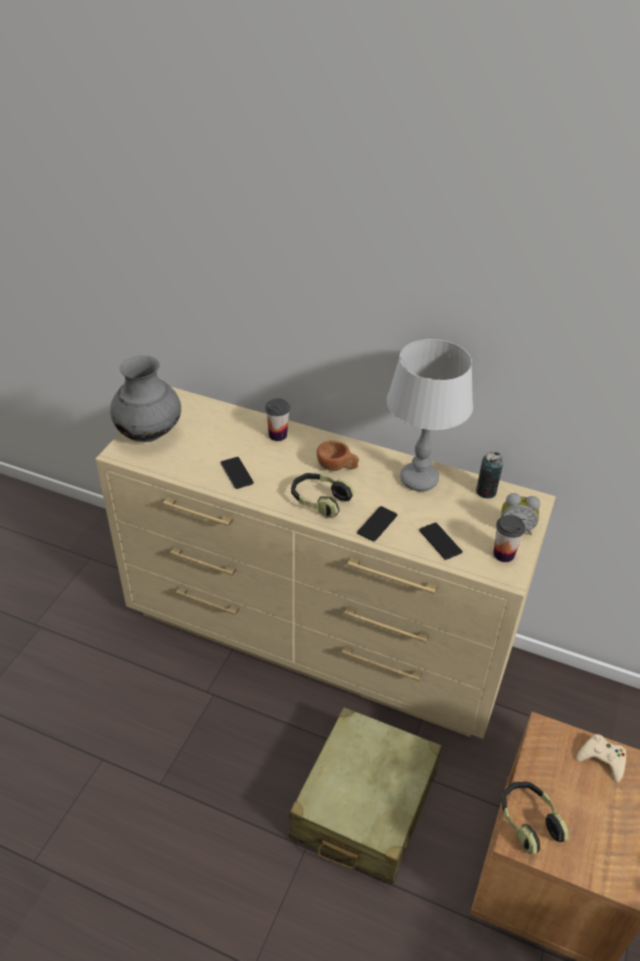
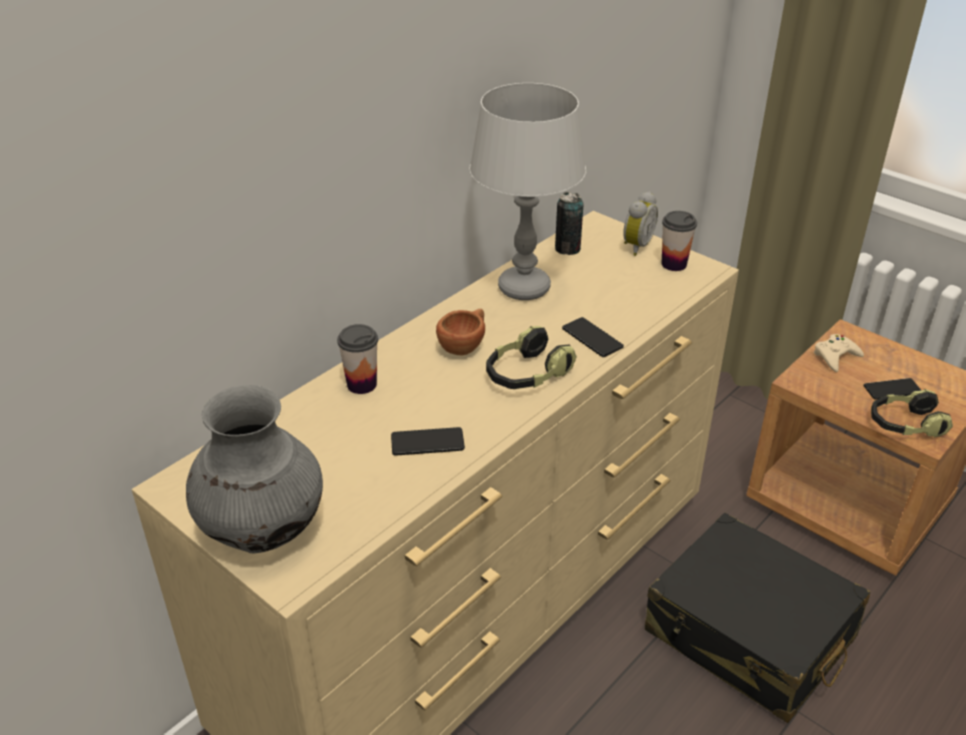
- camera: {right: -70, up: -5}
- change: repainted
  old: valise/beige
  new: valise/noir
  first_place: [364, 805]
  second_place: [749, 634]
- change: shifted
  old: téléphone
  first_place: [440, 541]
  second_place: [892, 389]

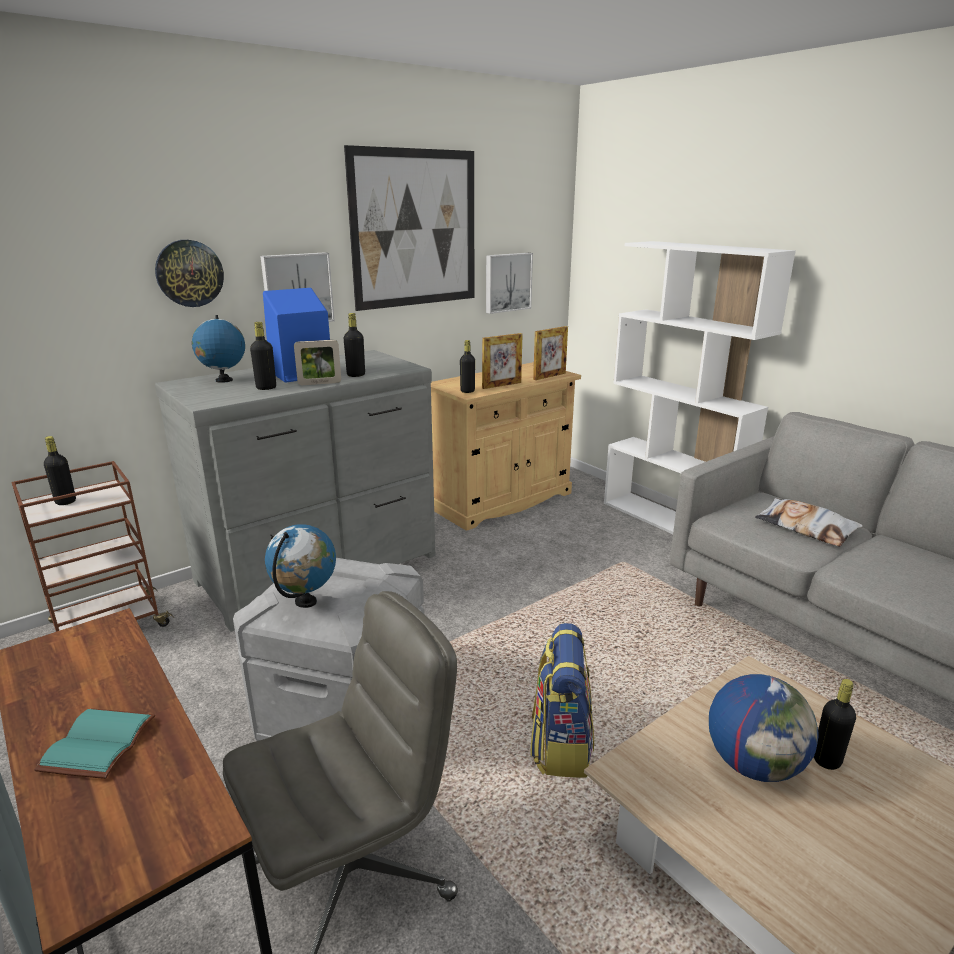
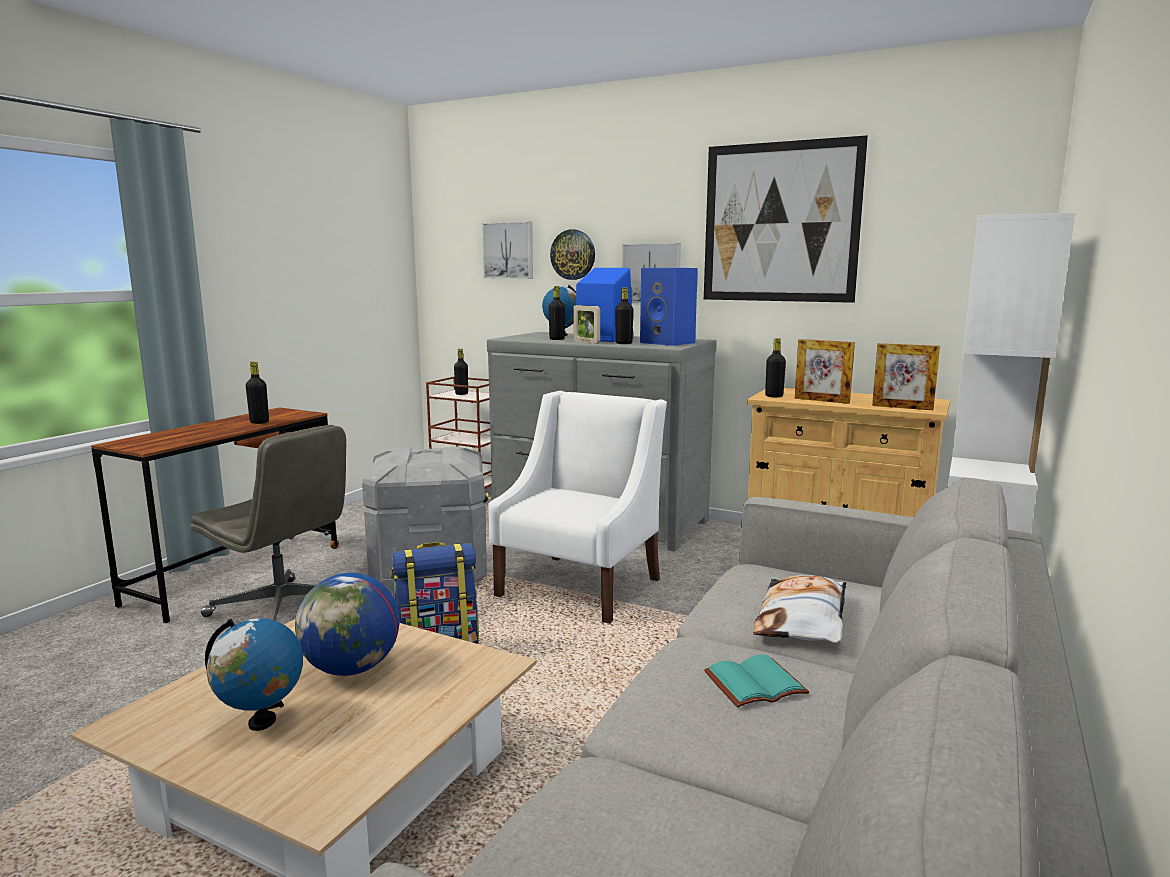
- camera: {right: 65, up: -10}
- change: shifted
  old: globe
  first_place: [306, 602]
  second_place: [261, 722]
- change: shifted
  old: bouteille/noir
  first_place: [827, 760]
  second_place: [259, 422]
- change: shifted
  old: tableau
  first_place: [507, 282]
  second_place: [509, 250]
- change: new
  new: fauteuil/blanc
  second_place: [581, 587]
- change: new
  new: enceinte/bleu
  second_place: [669, 343]
- change: shifted
  old: livre/turquoise
  first_place: [97, 743]
  second_place: [755, 682]

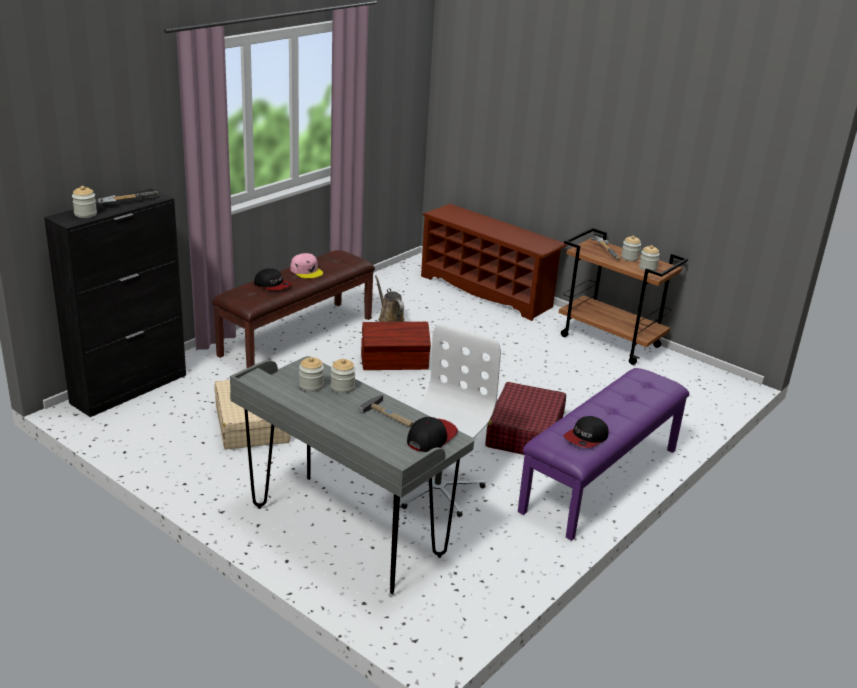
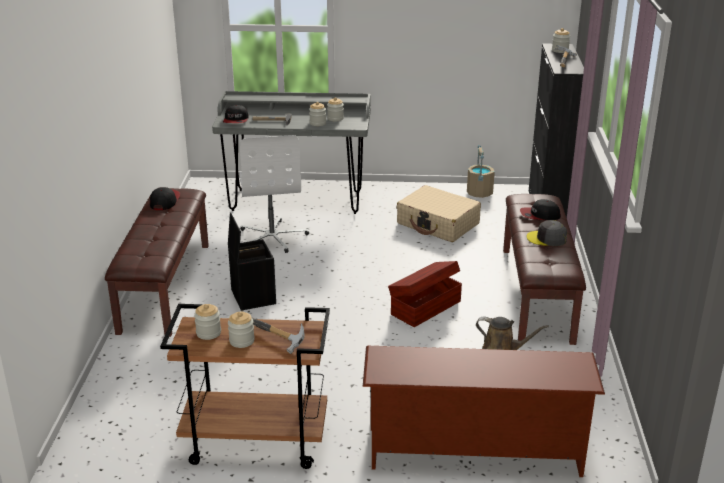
- camera: {right: 145, up: 0}
- change: repainted
  old: banc/violet
  new: banc/marron
  first_place: [601, 480]
  second_place: [164, 286]
- change: swapped
  old: valise/rouge
  new: boîte de rangement/noir
  first_place: [524, 432]
  second_place: [252, 296]
- change: new
  new: seau/beige
  second_place: [479, 193]
- change: repainted
  old: casquette/rose
  new: casquette/gris
  first_place: [306, 271]
  second_place: [547, 239]

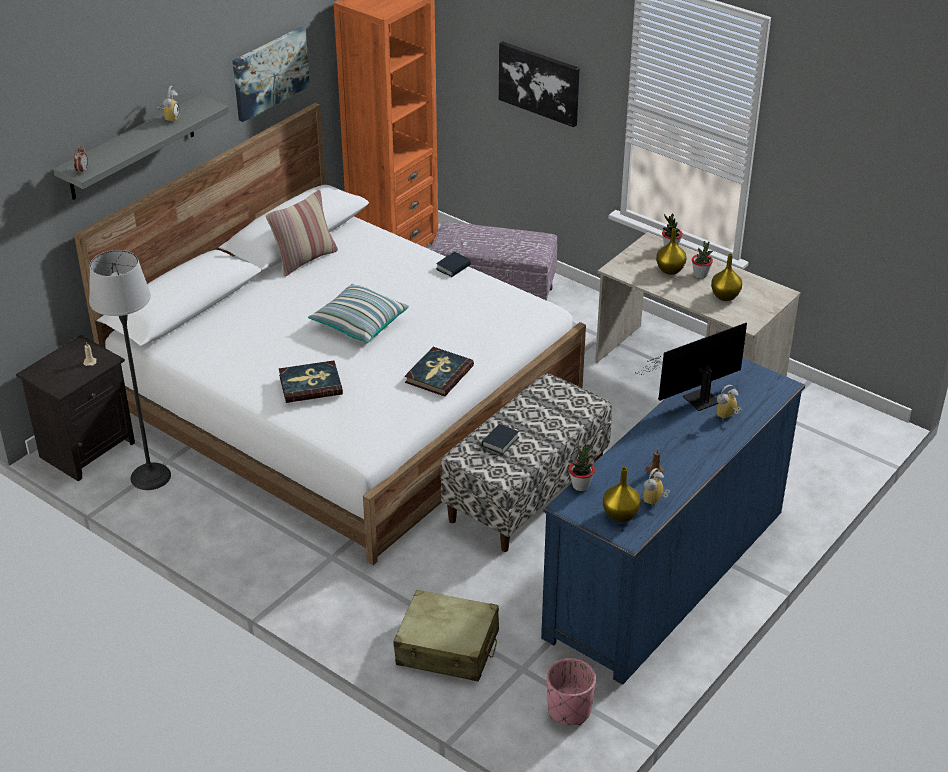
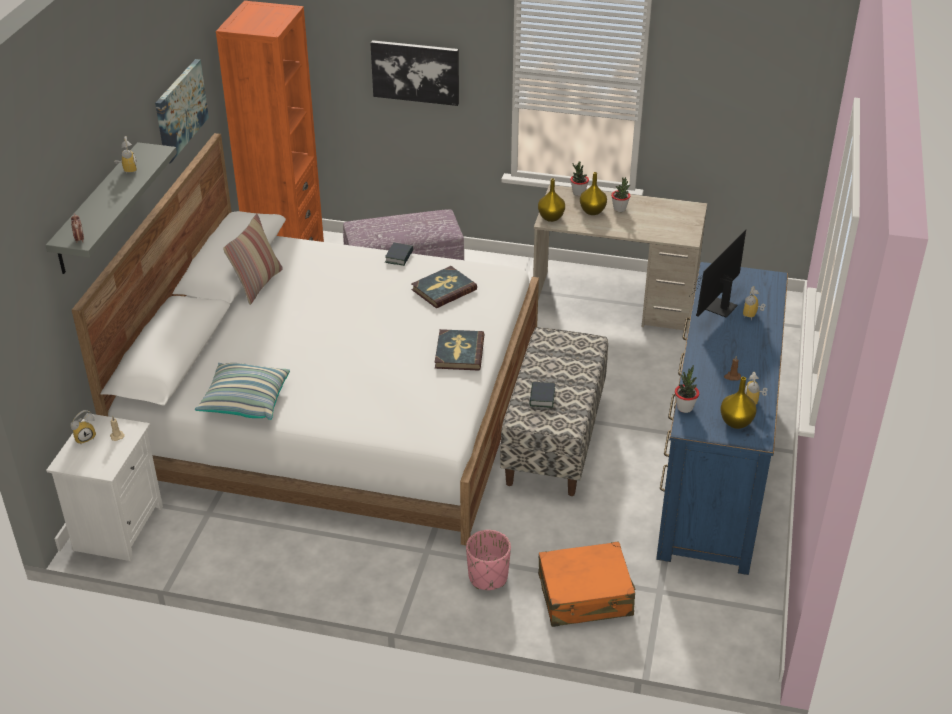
- camera: {right: -25, up: 0}
- change: repainted
  old: table de chevet/noir
  new: table de chevet/blanc
  first_place: [87, 448]
  second_place: [117, 527]
- change: new
  new: réveil
  second_place: [85, 437]
- change: shifted
  old: coussin
  first_place: [359, 324]
  second_place: [245, 402]
- change: shifted
  old: livre
  first_place: [310, 384]
  second_place: [443, 289]
- change: shifted
  old: cache-pot/rose
  first_place: [569, 710]
  second_place: [488, 576]
- change: shifted
  old: vase/jaune
  first_place: [724, 296]
  second_place: [550, 217]
- change: repainted
  old: valise/beige
  new: valise/orange
  first_place: [447, 648]
  second_place: [585, 596]
- change: gone
  old: lampadaire
  first_place: [151, 476]

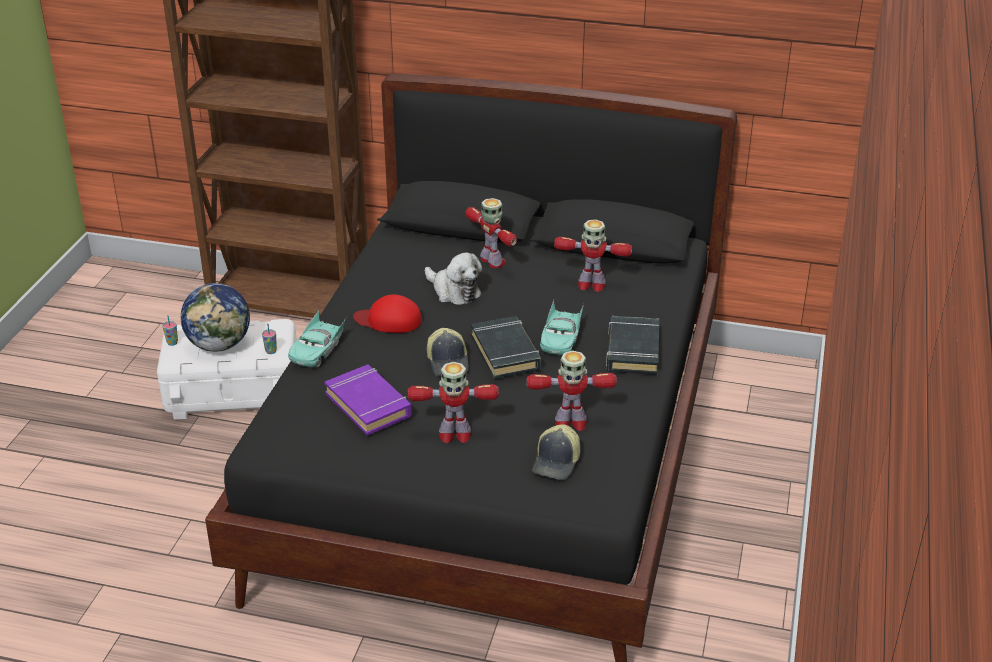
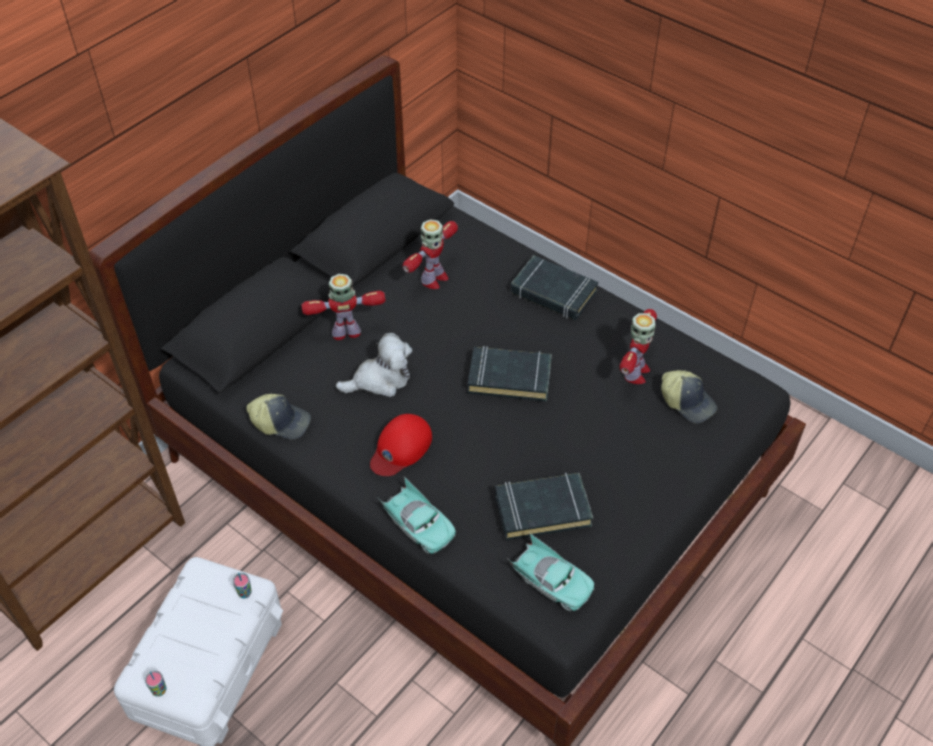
- camera: {right: -65, up: 15}
- change: shifted
  old: casquette
  first_place: [448, 361]
  second_place: [281, 422]
- change: repainted
  old: livre/violet
  new: livre/noir
  first_place: [369, 405]
  second_place: [542, 509]
- change: shifted
  old: petite voiture/turquoise
  first_place: [561, 338]
  second_place: [551, 581]
- change: gone
  old: globe
  first_place: [220, 345]
- change: gone
  old: robot jouet
  first_place: [454, 434]

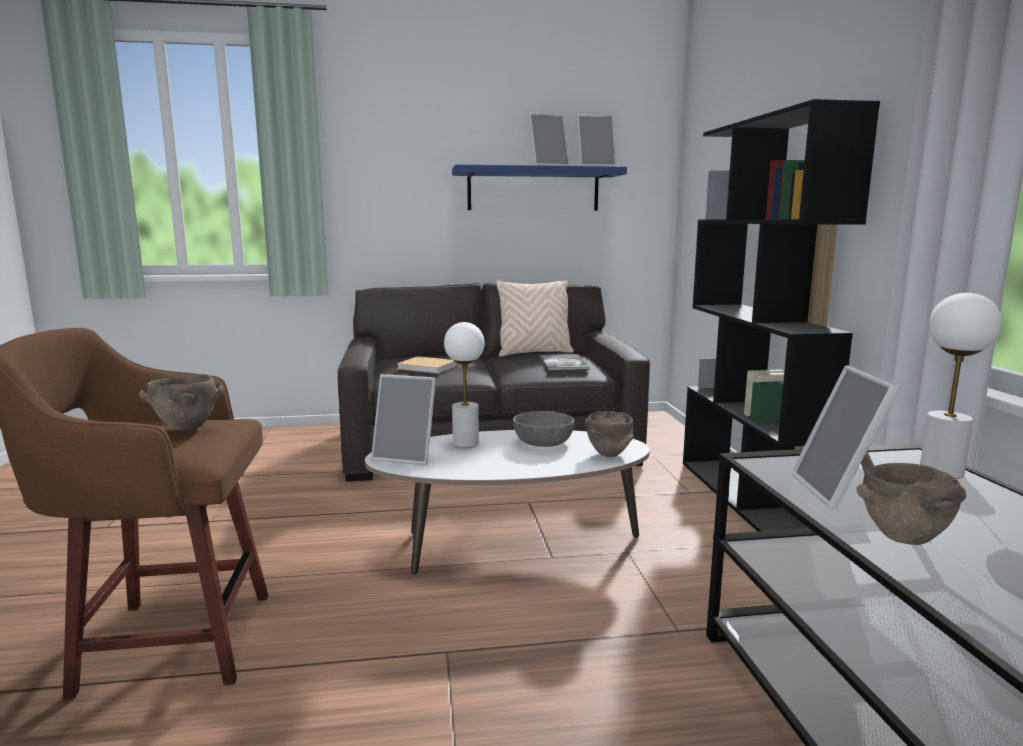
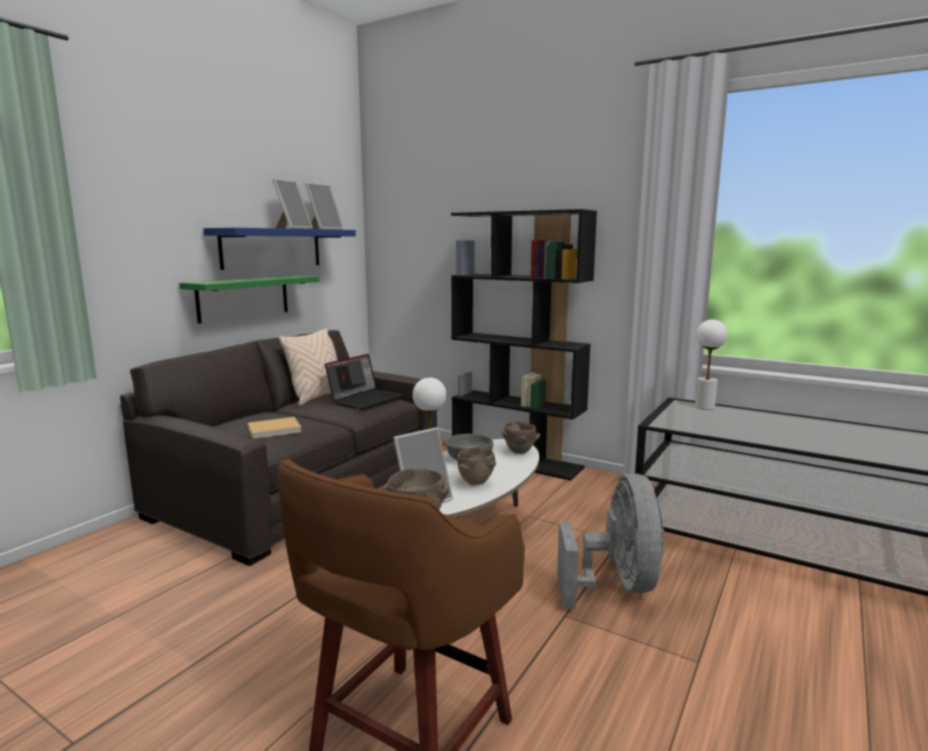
- camera: {right: -50, up: 0}
- change: new
  new: étagère/vert
  second_place: [244, 298]
- change: swapped
  old: livre
  new: ordinateur portable
  first_place: [563, 363]
  second_place: [366, 399]
- change: shifted
  old: bol/marron
  first_place: [904, 539]
  second_place: [475, 483]
- change: new
  new: ventilateur/gris
  second_place: [617, 585]
- change: gone
  old: cadre photo
  first_place: [841, 492]

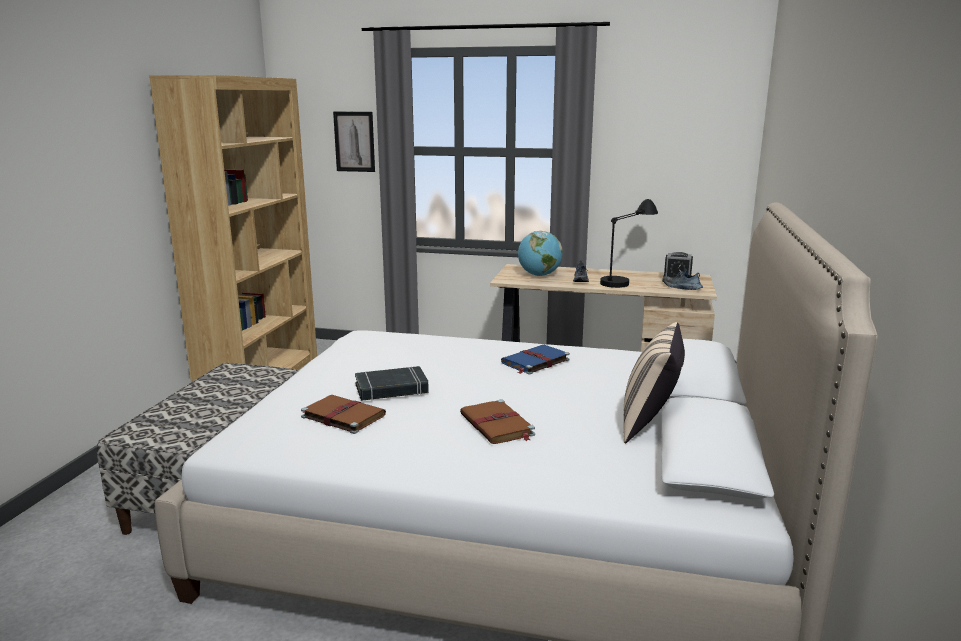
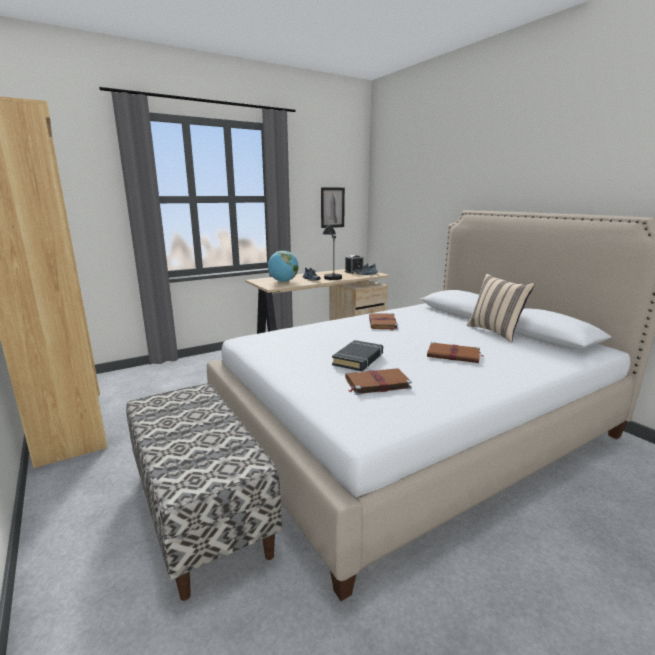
- camera: {right: -45, up: 0}
- change: shifted
  old: tableau
  first_place: [354, 141]
  second_place: [332, 207]
- change: repainted
  old: livre/bleu
  new: livre/marron
  first_place: [534, 362]
  second_place: [382, 323]

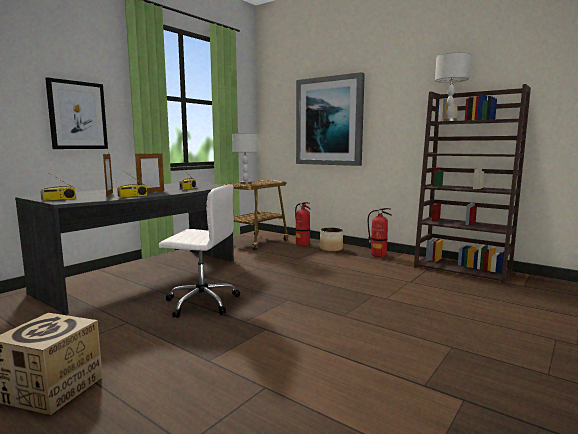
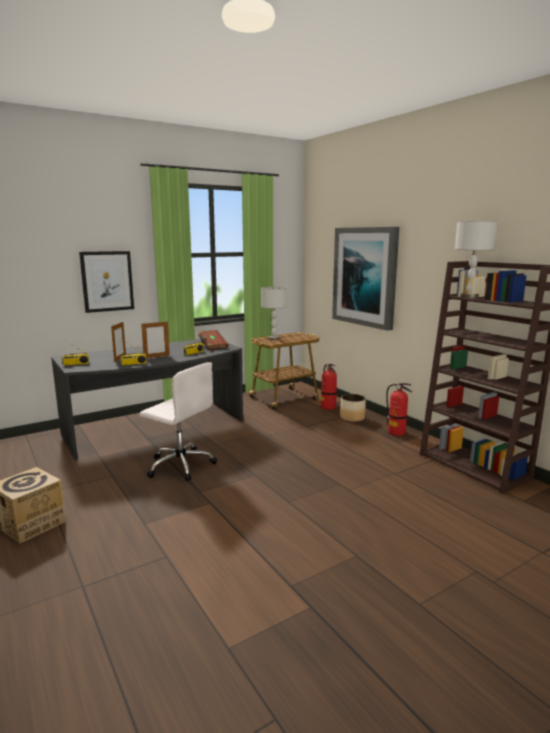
- camera: {right: 20, up: 5}
- change: new
  new: livre/marron
  second_place: [212, 346]

